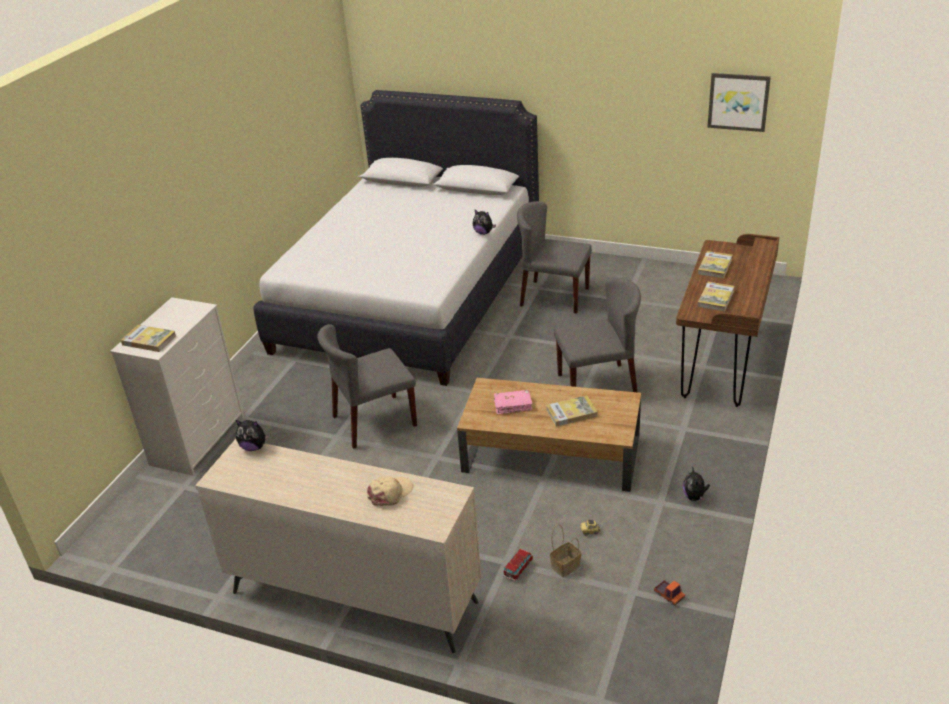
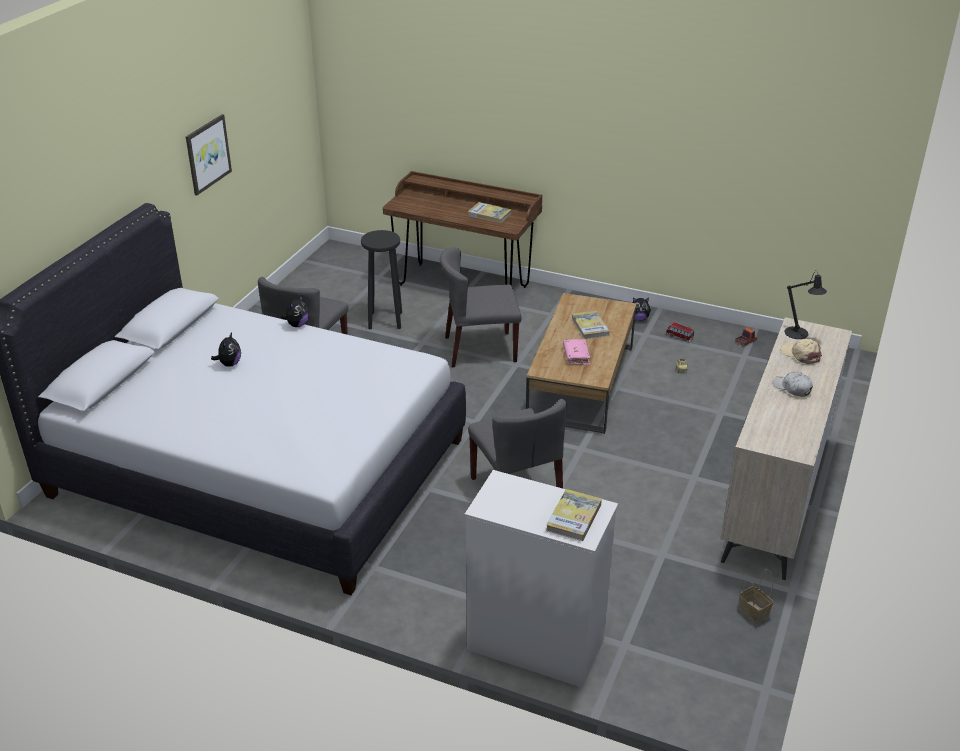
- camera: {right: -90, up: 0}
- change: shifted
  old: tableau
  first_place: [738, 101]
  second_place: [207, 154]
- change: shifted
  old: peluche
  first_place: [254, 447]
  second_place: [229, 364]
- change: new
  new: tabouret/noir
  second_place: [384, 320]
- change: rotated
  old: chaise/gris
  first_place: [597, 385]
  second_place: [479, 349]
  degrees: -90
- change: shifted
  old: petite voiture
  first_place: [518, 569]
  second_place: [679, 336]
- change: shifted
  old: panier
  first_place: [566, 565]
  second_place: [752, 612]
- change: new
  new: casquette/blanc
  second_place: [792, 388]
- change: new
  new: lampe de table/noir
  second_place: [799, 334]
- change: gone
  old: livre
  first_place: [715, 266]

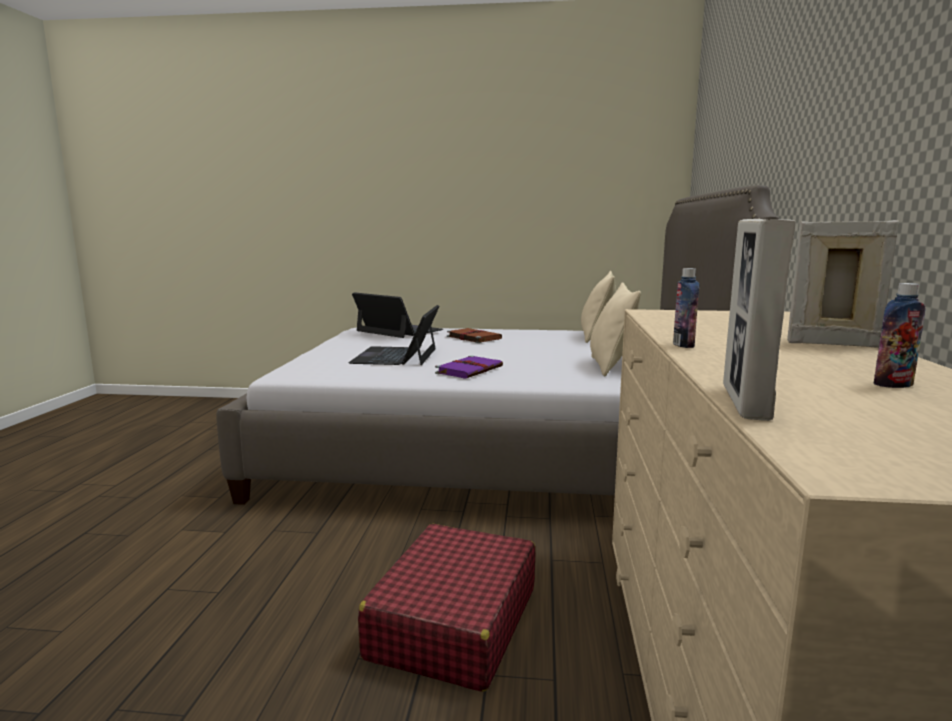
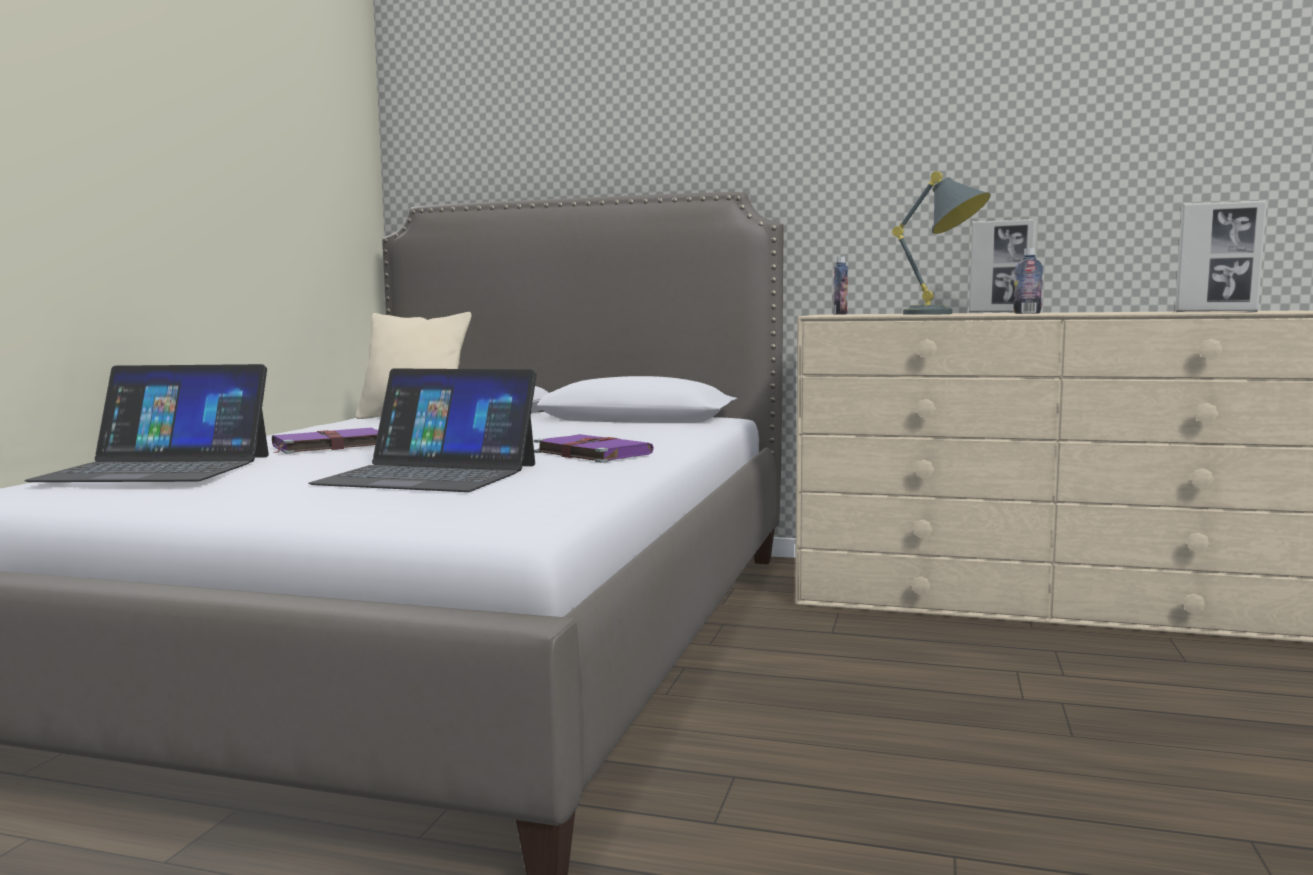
- camera: {right: -80, up: -5}
- change: rotated
  old: ordinateur portable
  first_place: [399, 330]
  second_place: [157, 468]
  degrees: -135
- change: repainted
  old: livre/marron
  new: livre/violet
  first_place: [473, 337]
  second_place: [327, 445]
- change: shifted
  old: bouteille
  first_place: [893, 385]
  second_place: [840, 314]
- change: new
  new: lampe de table/gris
  second_place: [945, 314]
- change: rotated
  old: cadre photo
  first_place: [831, 344]
  second_place: [1001, 312]
  degrees: -90
- change: gone
  old: valise/rouge
  first_place: [453, 623]
- change: gone
  old: coussin/beige
  first_place: [610, 366]

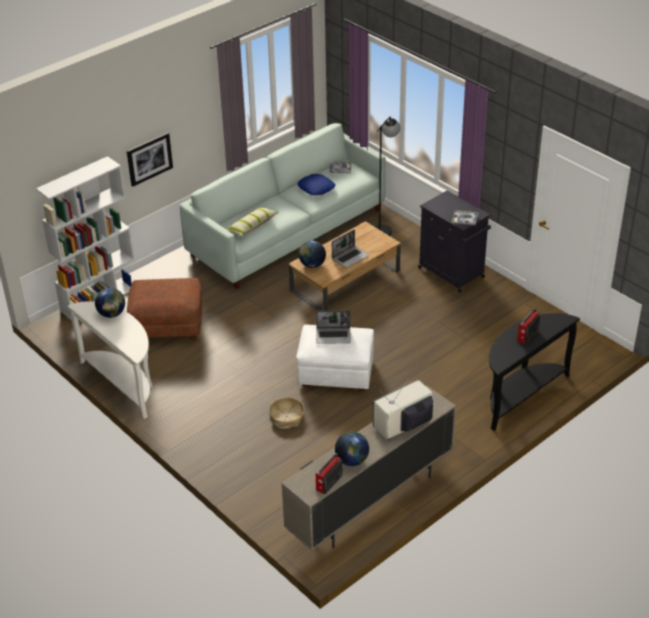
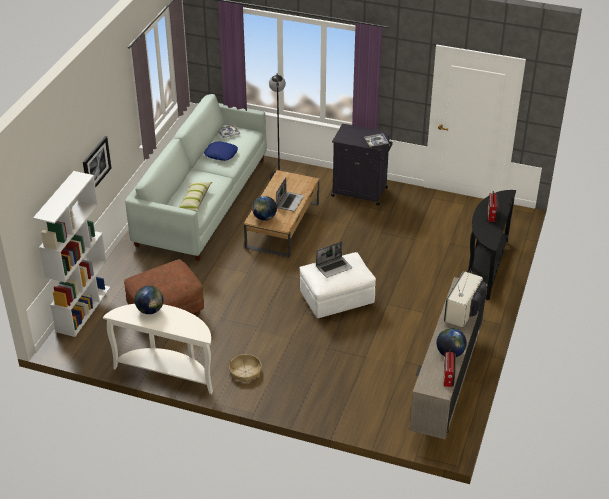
- camera: {right: -30, up: 0}
- change: shifted
  old: panier
  first_place: [287, 416]
  second_place: [245, 372]

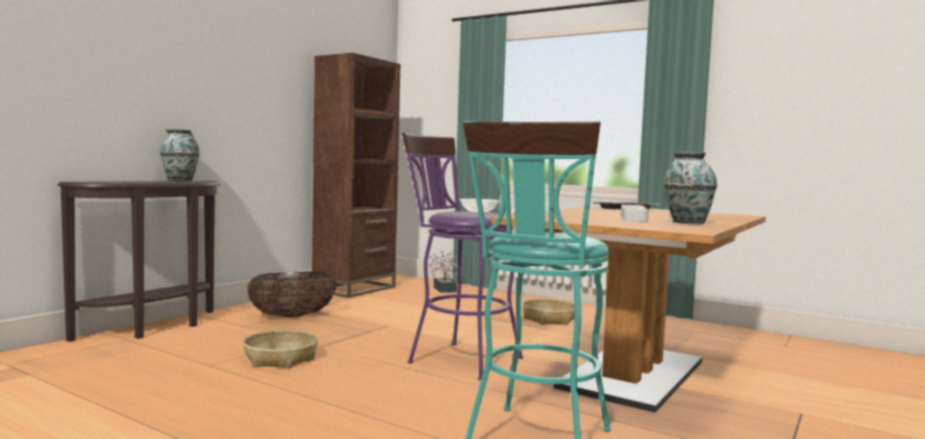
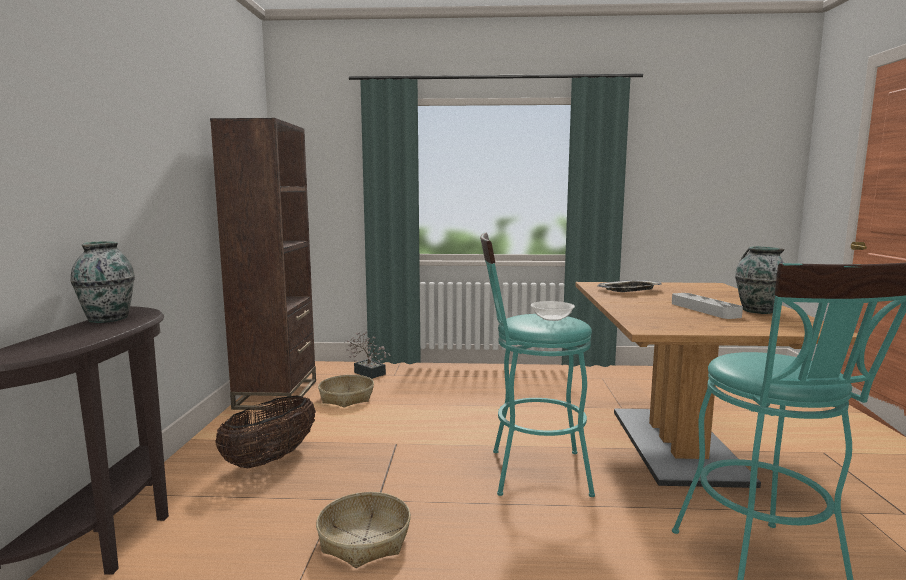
- camera: {right: -30, up: 5}
- change: shifted
  old: panier
  first_place: [549, 319]
  second_place: [346, 398]
- change: repainted
  old: tabouret/violet
  new: tabouret/turquoise
  first_place: [457, 358]
  second_place: [529, 472]

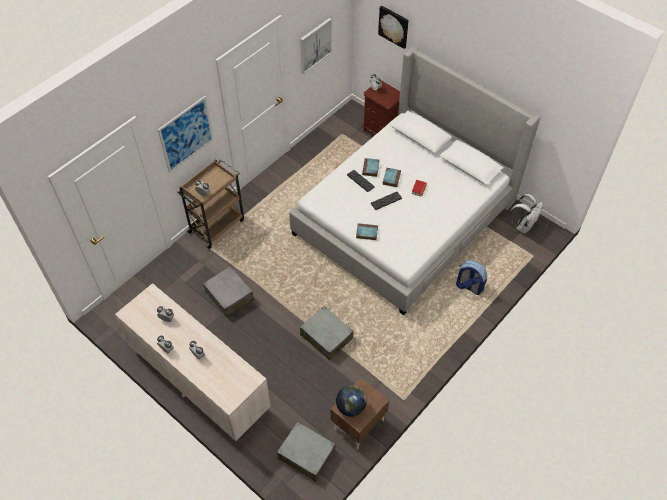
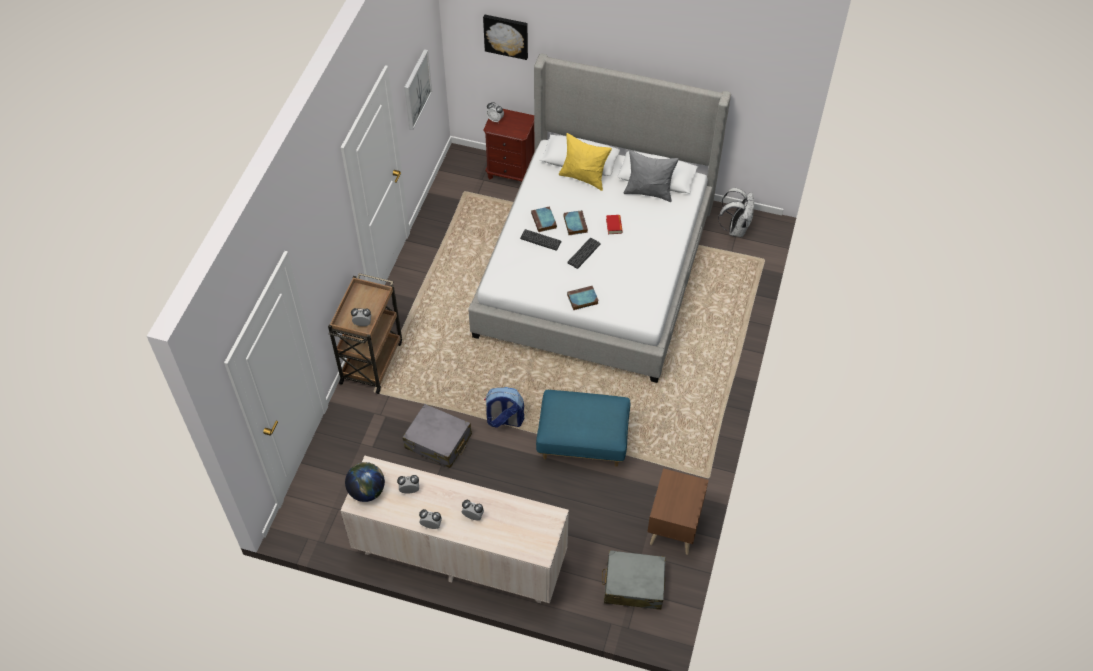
- camera: {right: -25, up: 0}
- change: shifted
  old: globe
  first_place: [351, 407]
  second_place: [367, 491]
- change: shifted
  old: sac à dos
  first_place: [468, 286]
  second_place: [504, 420]
- change: swapped
  old: valise/gris
  new: pouf/bleu
  first_place: [326, 337]
  second_place: [582, 443]
- change: new
  new: coussin/jaune
  second_place: [584, 177]
- change: new
  new: coussin/gris
  second_place: [649, 192]
- change: gone
  old: tableau
  first_place: [186, 134]

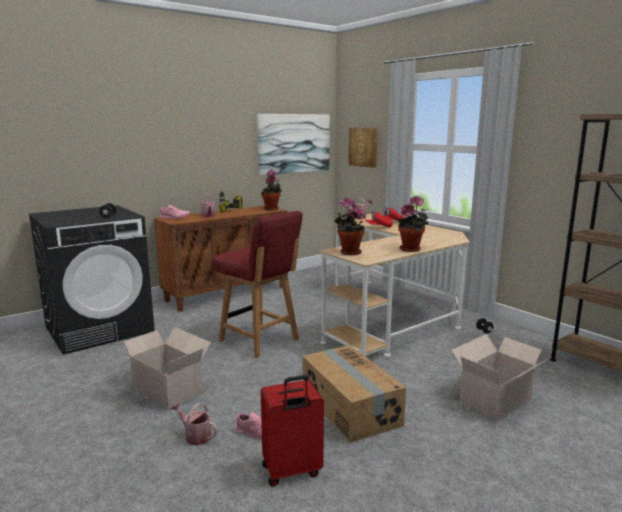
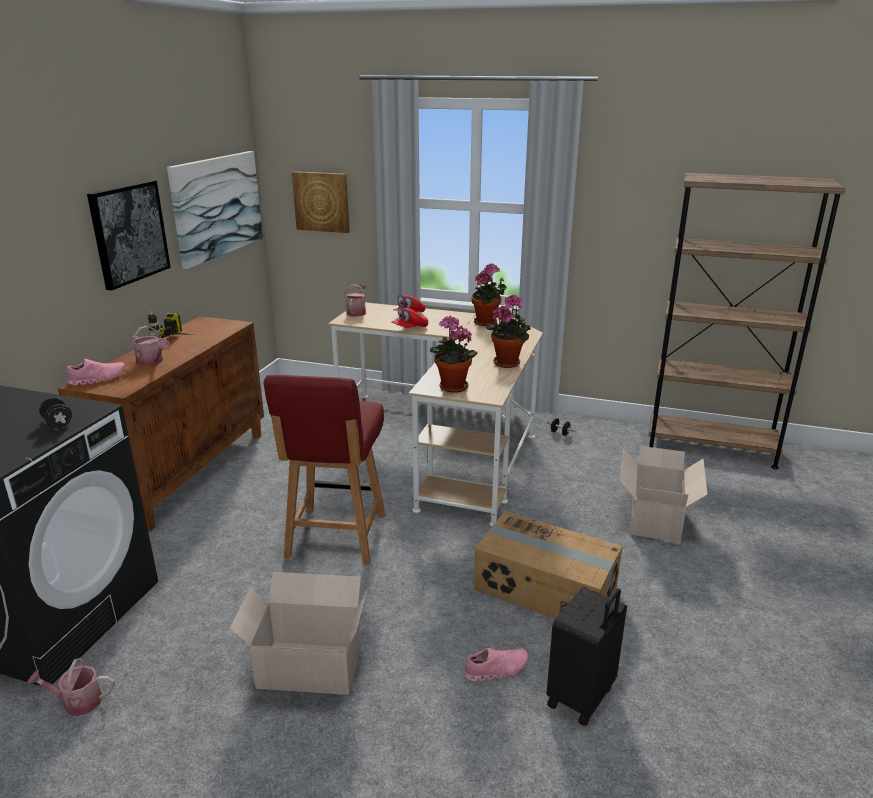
- camera: {right: -35, up: 10}
- change: shifted
  old: arrosoir
  first_place: [195, 436]
  second_place: [77, 702]
- change: new
  new: tableau
  second_place: [129, 233]
- change: rotated
  old: chaise/rouge
  first_place: [260, 341]
  second_place: [335, 537]
  degrees: 90
- change: shifted
  old: plante en pot
  first_place: [272, 209]
  second_place: [487, 323]
- change: repainted
  old: valise/rouge
  new: valise/noir
  first_place: [292, 471]
  second_place: [582, 697]

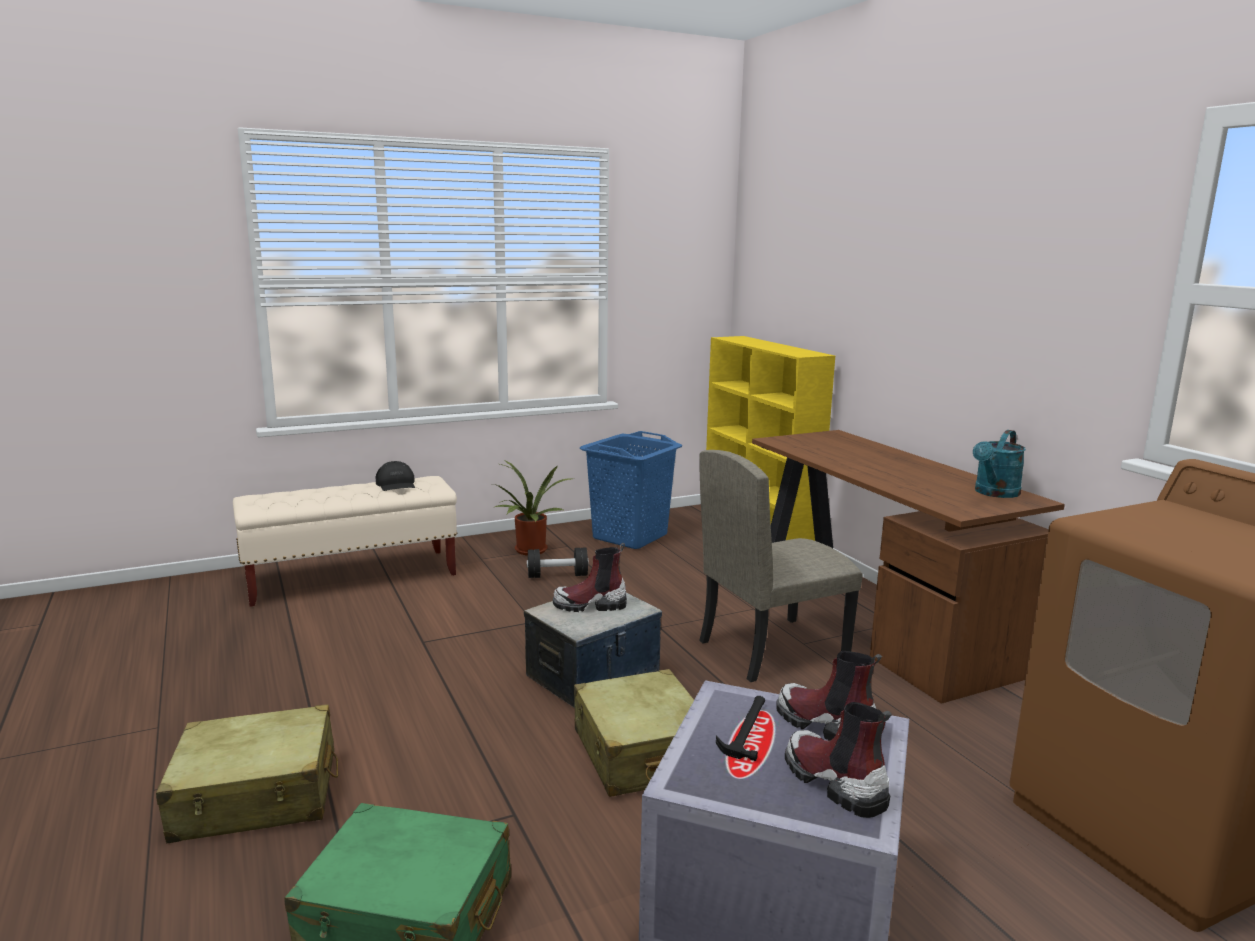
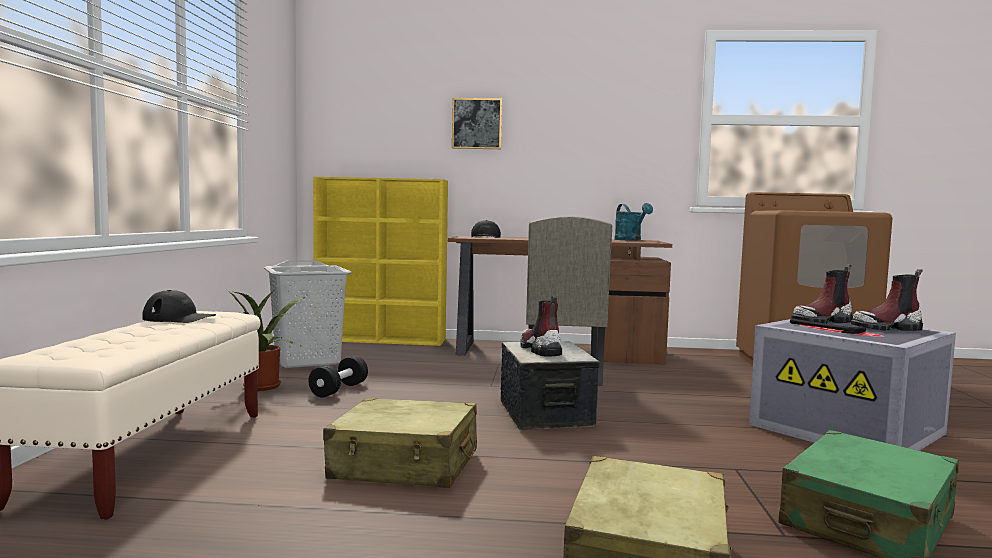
- camera: {right: -60, up: -10}
- change: repainted
  old: panier à linge/bleu
  new: panier à linge/gris
  first_place: [630, 536]
  second_place: [308, 360]
- change: shifted
  old: valise/beige
  first_place: [641, 753]
  second_place: [405, 465]
- change: new
  new: tableau
  second_place: [477, 123]
- change: new
  new: casquette/noir
  second_place: [485, 237]
- change: rotated
  old: botte
  first_place: [590, 605]
  second_place: [539, 349]
  degrees: 135

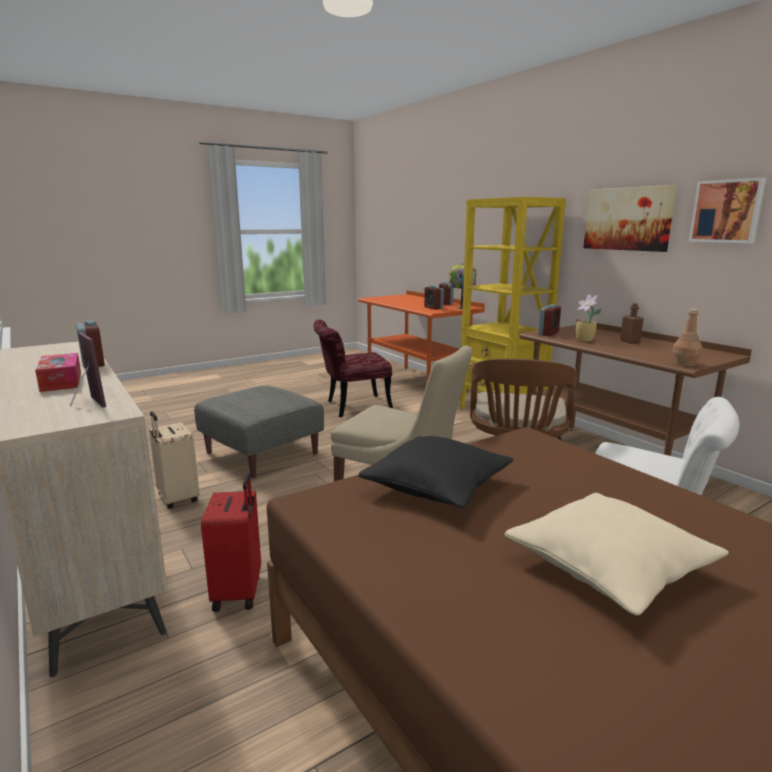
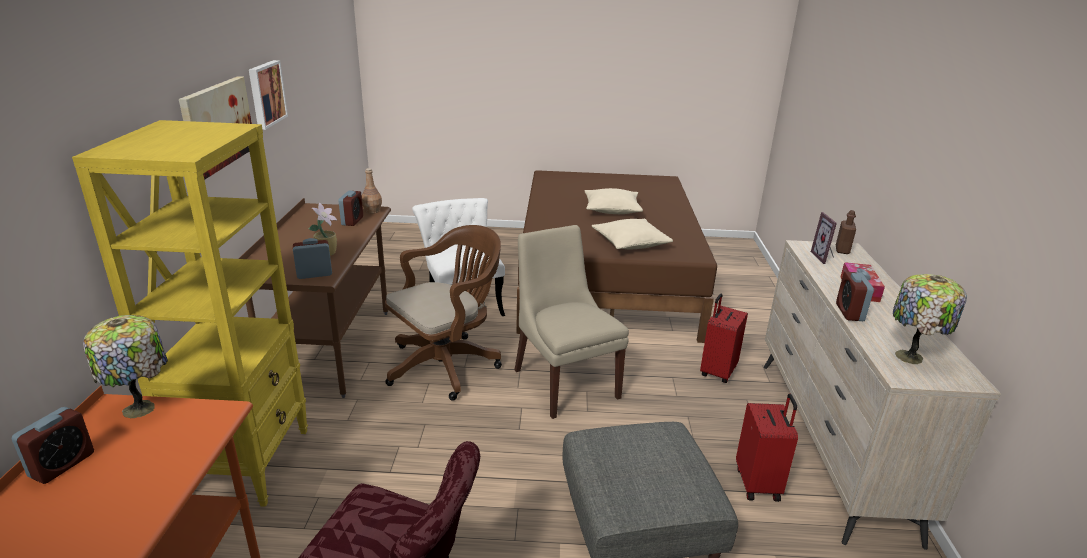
- camera: {right: -145, up: 10}
- change: shifted
  old: réveil
  first_place: [433, 308]
  second_place: [352, 221]
- change: repainted
  old: coussin/noir
  new: coussin/beige
  first_place: [437, 487]
  second_place: [630, 243]
- change: repainted
  old: valise/beige
  new: valise/rouge
  first_place: [177, 499]
  second_place: [759, 484]
- change: shifted
  old: bouteille/marron
  first_place: [630, 342]
  second_place: [842, 250]
- change: new
  new: lampe de table
  second_place: [910, 358]

